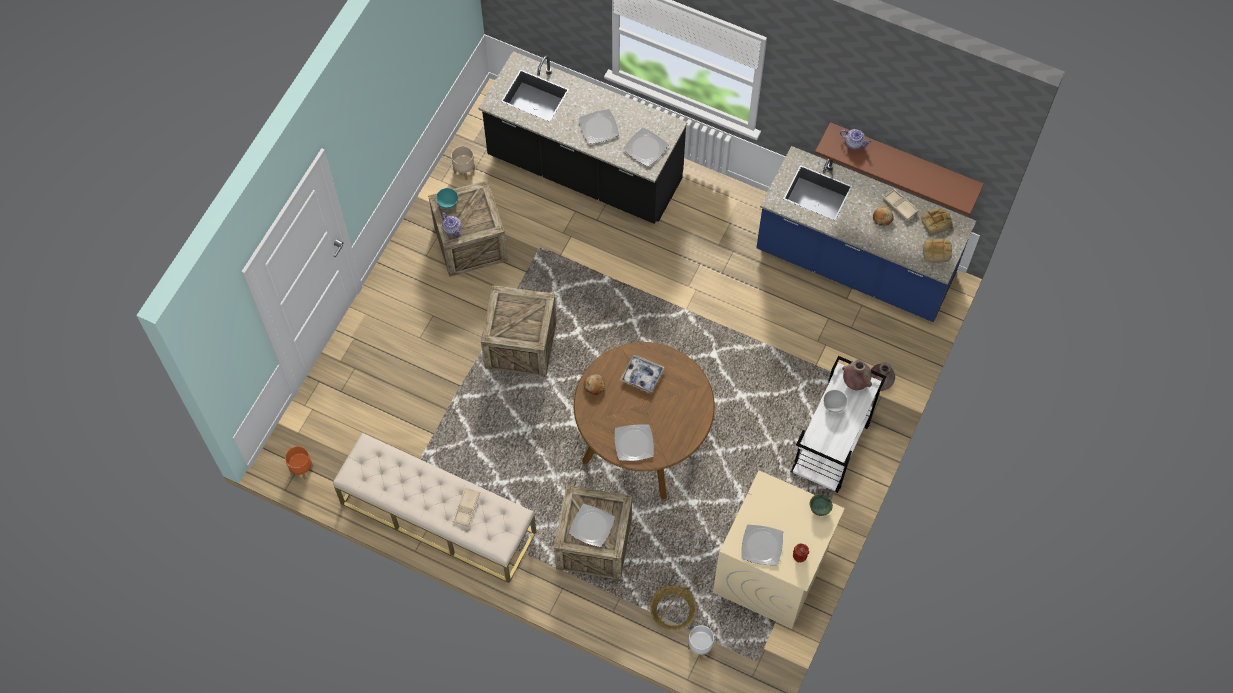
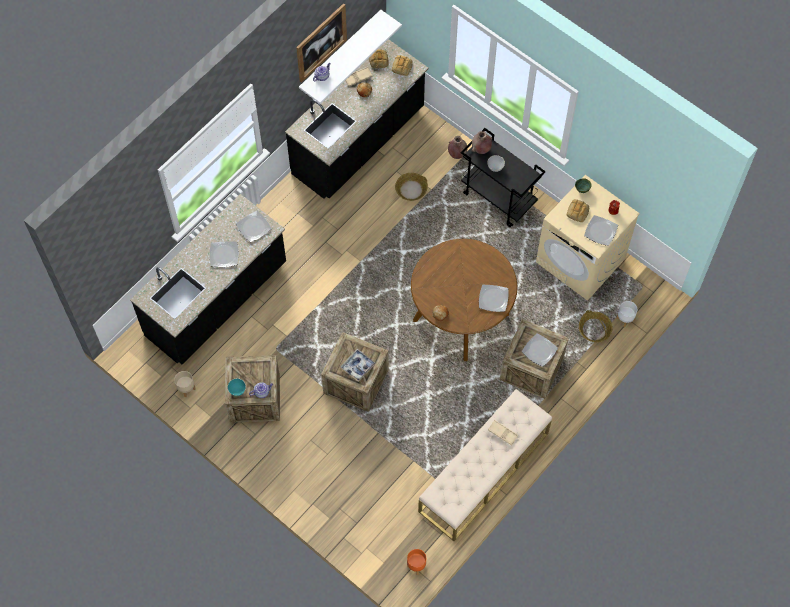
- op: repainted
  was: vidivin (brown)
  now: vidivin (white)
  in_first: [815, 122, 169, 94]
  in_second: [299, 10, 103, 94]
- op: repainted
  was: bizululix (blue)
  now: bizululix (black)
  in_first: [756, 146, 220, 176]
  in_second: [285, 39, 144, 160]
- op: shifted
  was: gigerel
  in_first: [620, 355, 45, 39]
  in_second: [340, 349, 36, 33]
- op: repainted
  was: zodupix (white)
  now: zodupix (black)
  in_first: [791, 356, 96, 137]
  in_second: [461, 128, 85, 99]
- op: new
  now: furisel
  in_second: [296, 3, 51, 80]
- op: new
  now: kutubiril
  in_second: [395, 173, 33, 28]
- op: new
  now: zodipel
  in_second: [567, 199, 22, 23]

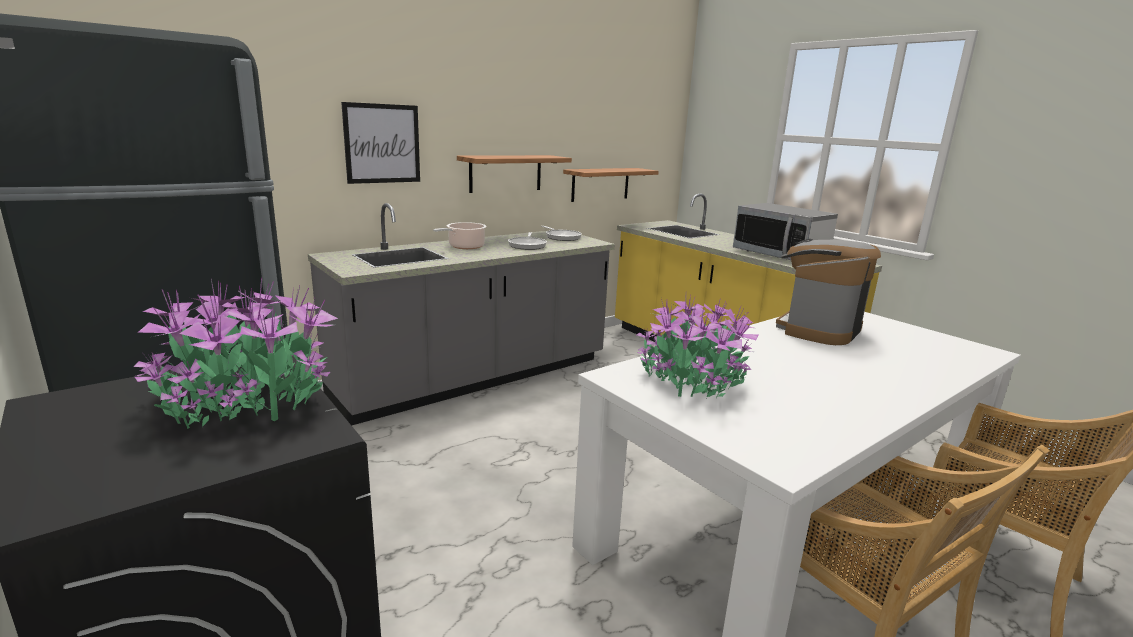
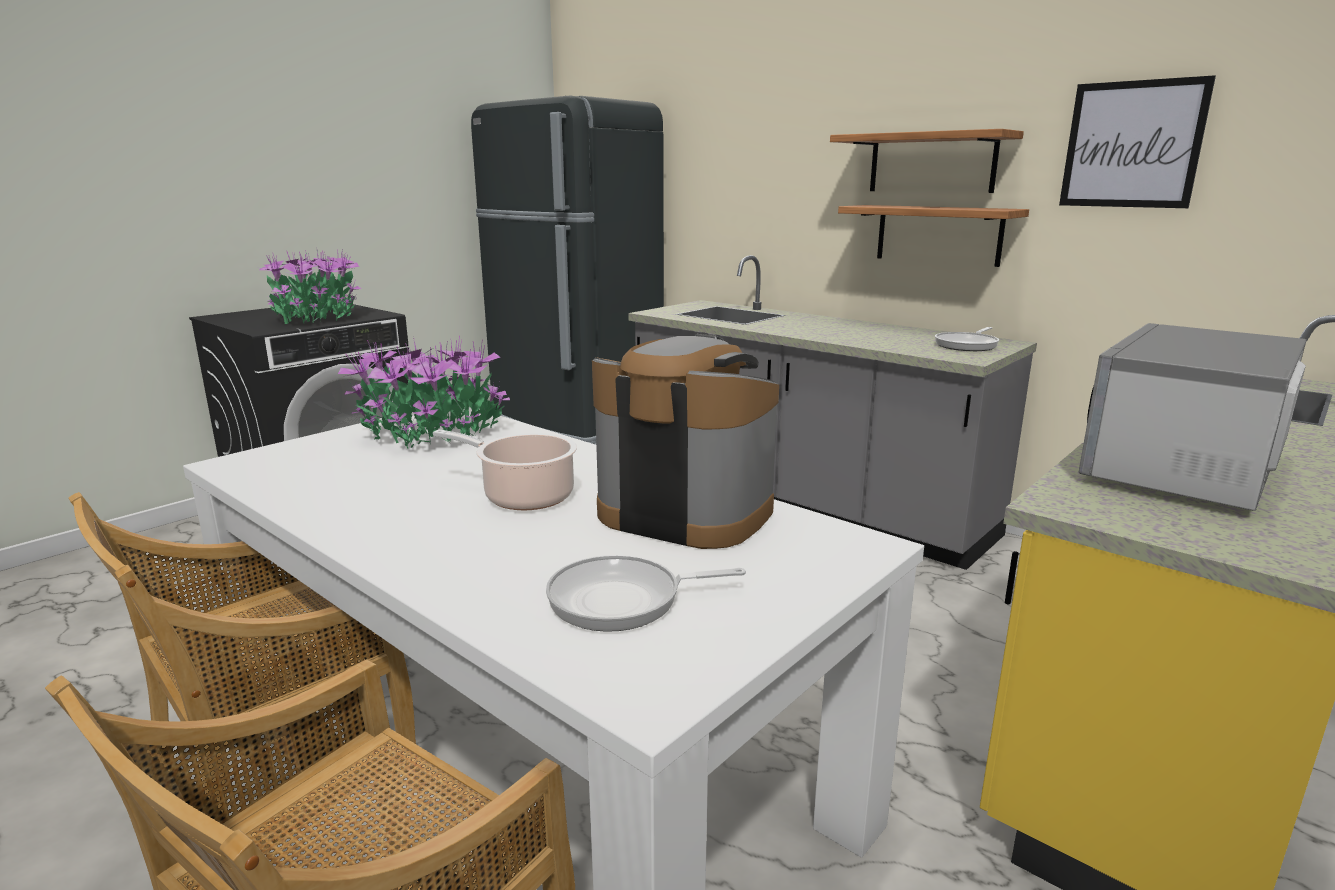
- op: shifted
  was: furisel
  in_first: [341, 102, 79, 82]
  in_second: [1059, 75, 157, 133]
- op: shifted
  was: vidivin
  in_first: [563, 168, 96, 34]
  in_second: [830, 129, 194, 64]
- op: shifted
  was: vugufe
  in_first: [433, 222, 54, 27]
  in_second: [433, 430, 144, 80]
- op: shifted
  was: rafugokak
  in_first: [508, 232, 39, 18]
  in_second: [546, 555, 200, 77]

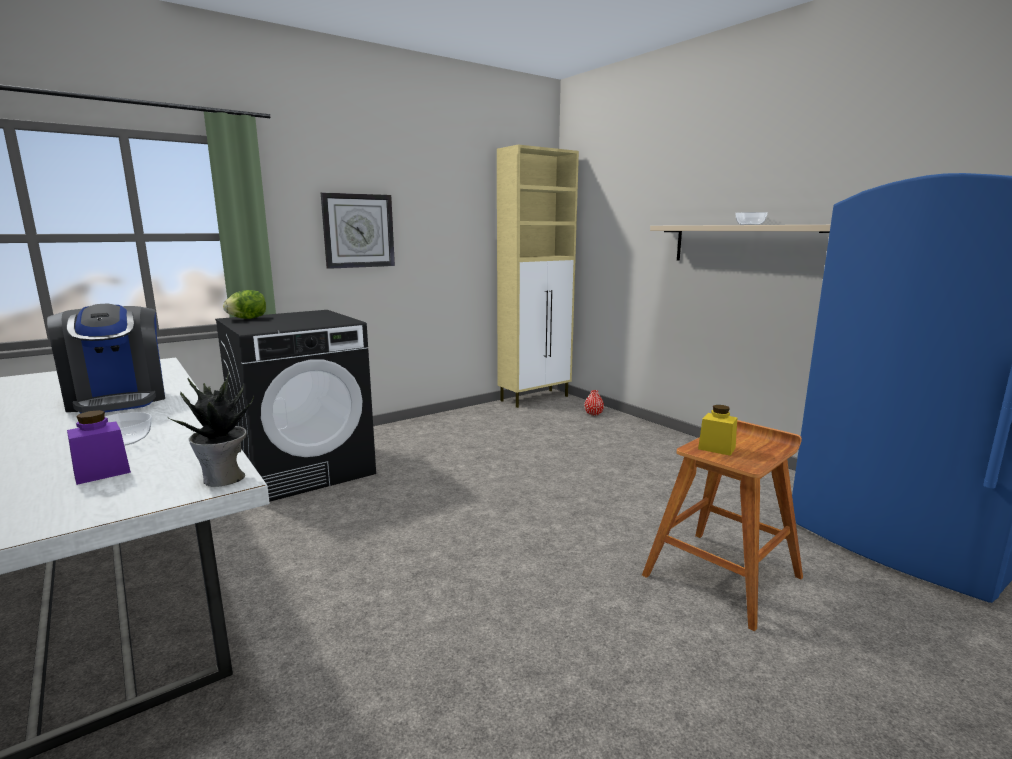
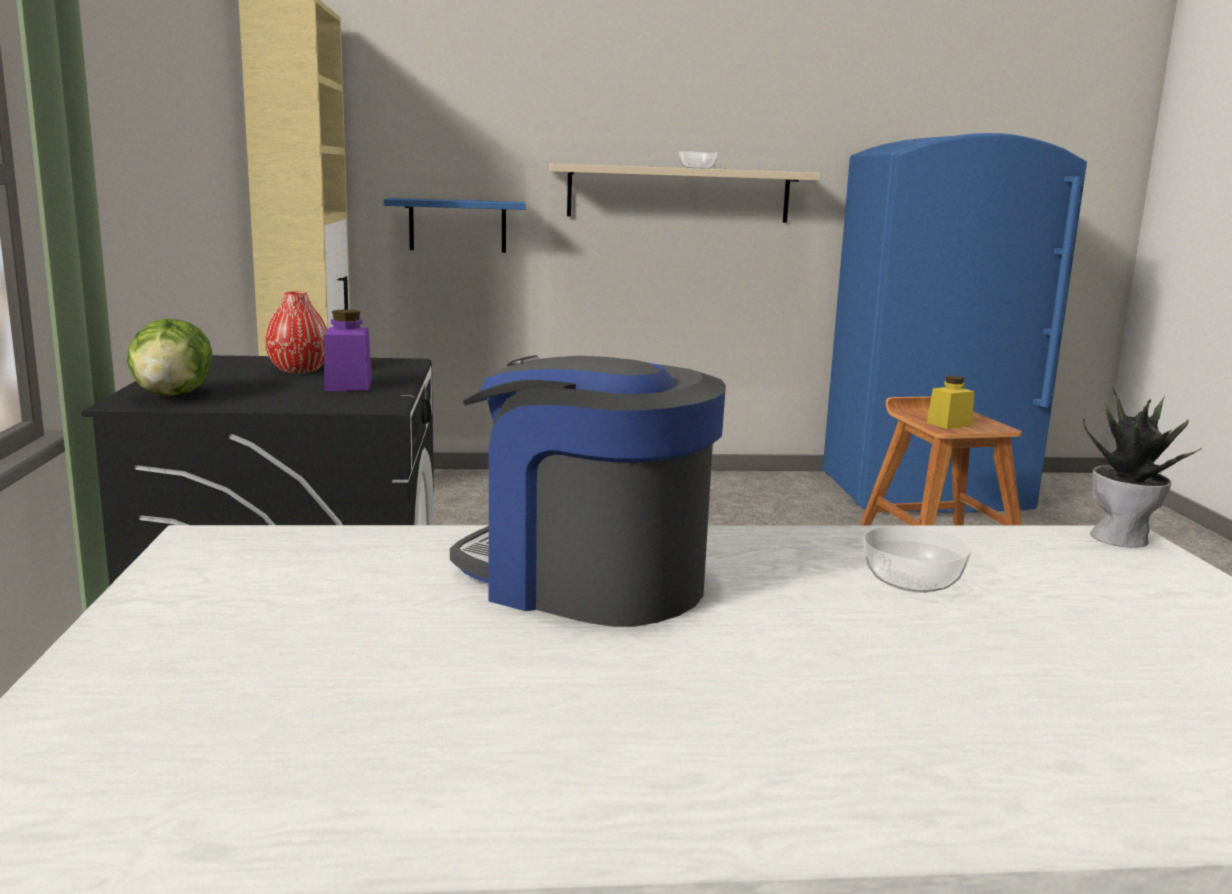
- op: gone
  was: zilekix
  in_first: [321, 192, 74, 77]
- op: rotated
  was: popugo
  in_first: [47, 304, 118, 109]
  in_second: [450, 355, 276, 272]
  clockwise: -150
- op: shifted
  was: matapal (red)
  in_first: [584, 390, 20, 26]
  in_second: [265, 291, 63, 82]
- op: shifted
  was: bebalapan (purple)
  in_first: [67, 410, 64, 75]
  in_second: [324, 309, 48, 82]
- op: new
  now: vidivin (blue)
  in_second: [384, 198, 142, 55]

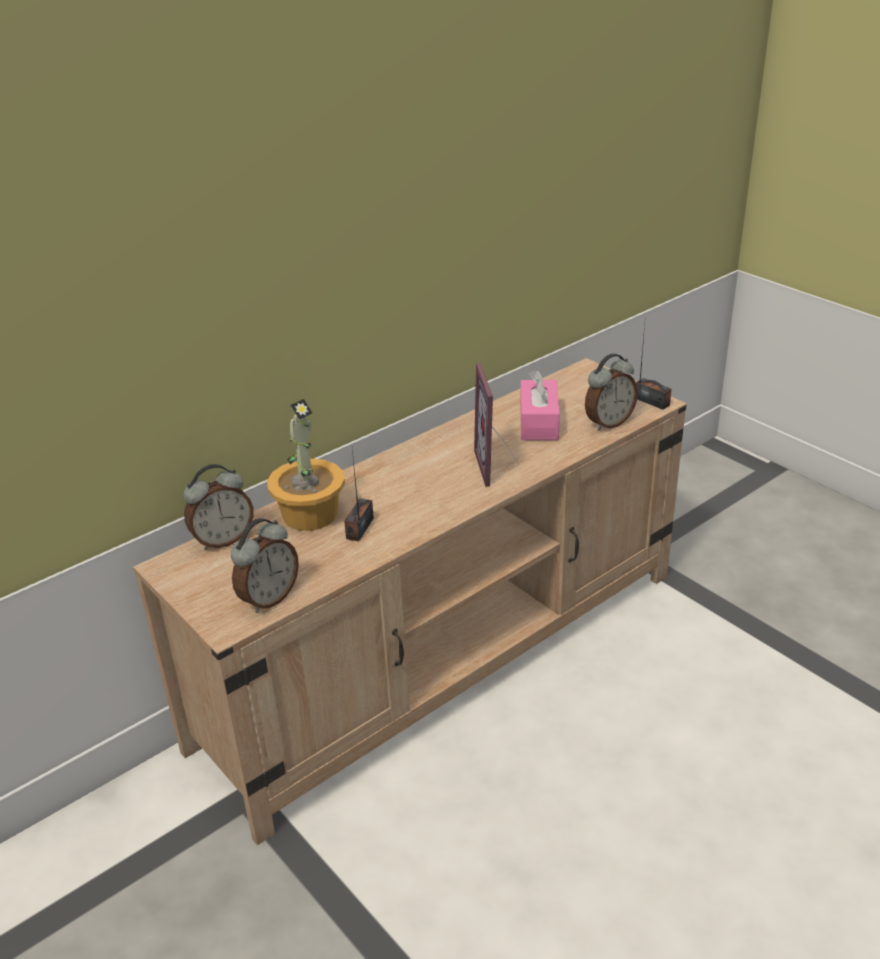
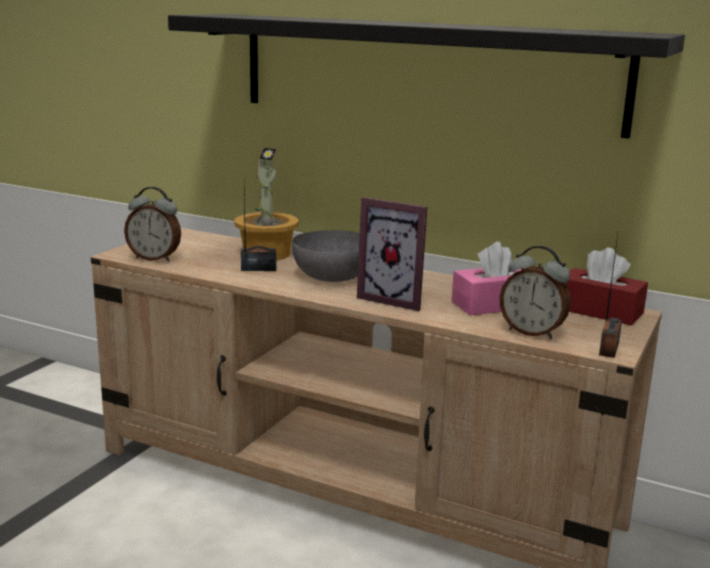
- op: rotated
  was: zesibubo
  in_first: [474, 364, 45, 122]
  in_second: [357, 197, 70, 114]
  clockwise: -120
- op: gone
  was: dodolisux
  in_first: [183, 464, 71, 86]
- op: new
  now: vidivin (black)
  in_second: [168, 14, 517, 125]
- op: new
  now: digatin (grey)
  in_second: [292, 230, 68, 52]
- op: new
  now: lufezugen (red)
  in_second: [566, 247, 82, 78]

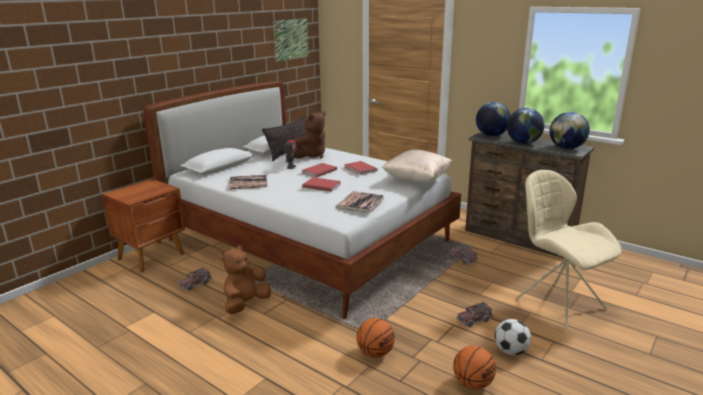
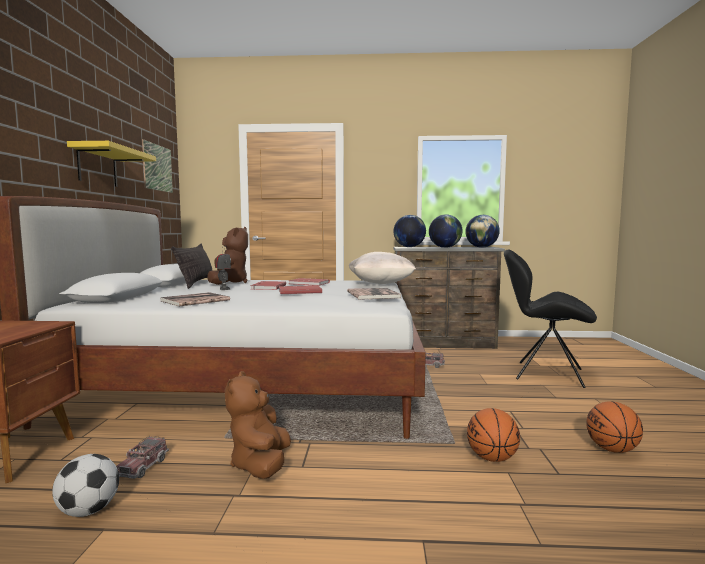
- op: repainted
  was: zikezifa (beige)
  now: zikezifa (black)
  in_first: [516, 170, 106, 159]
  in_second: [504, 250, 93, 138]
- op: gone
  was: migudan
  in_first: [457, 302, 36, 25]
- op: shifted
  was: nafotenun
  in_first: [495, 319, 36, 36]
  in_second: [52, 454, 67, 63]
- op: new
  now: vidivin (yellow)
  in_second: [67, 141, 89, 46]

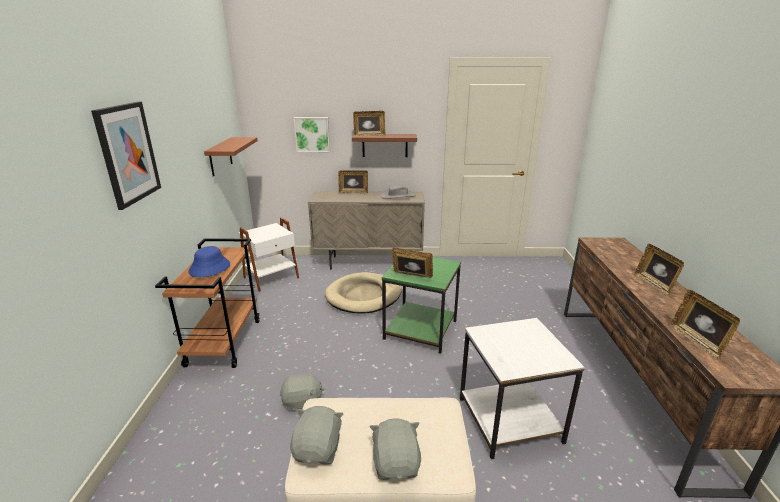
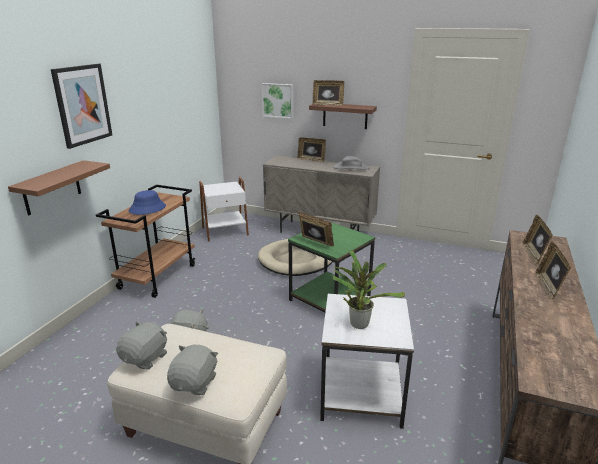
- op: shifted
  was: vidivin (brown)
  in_first: [204, 137, 54, 39]
  in_second: [8, 160, 102, 56]
- op: shifted
  was: zesibubo
  in_first: [670, 290, 70, 70]
  in_second: [522, 215, 31, 49]
- op: new
  now: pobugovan
  in_second: [333, 250, 72, 79]

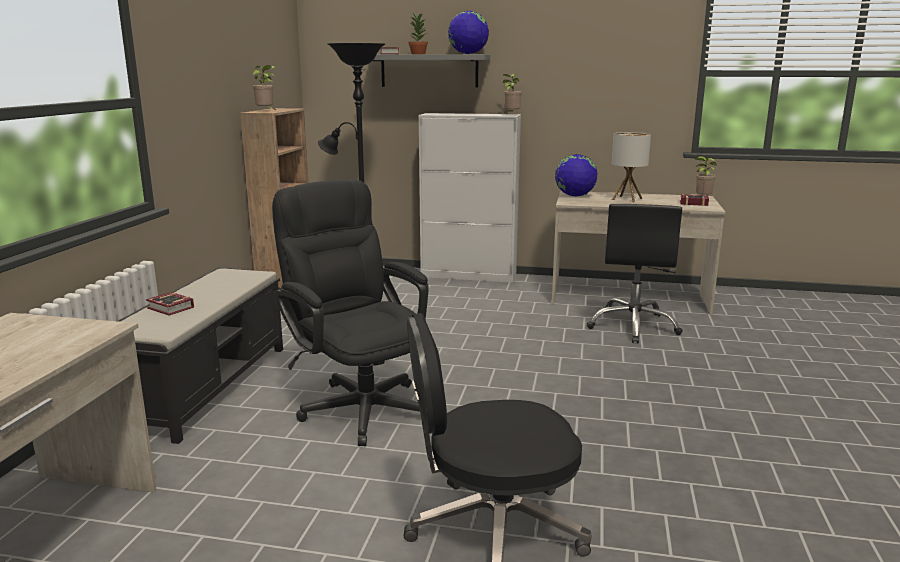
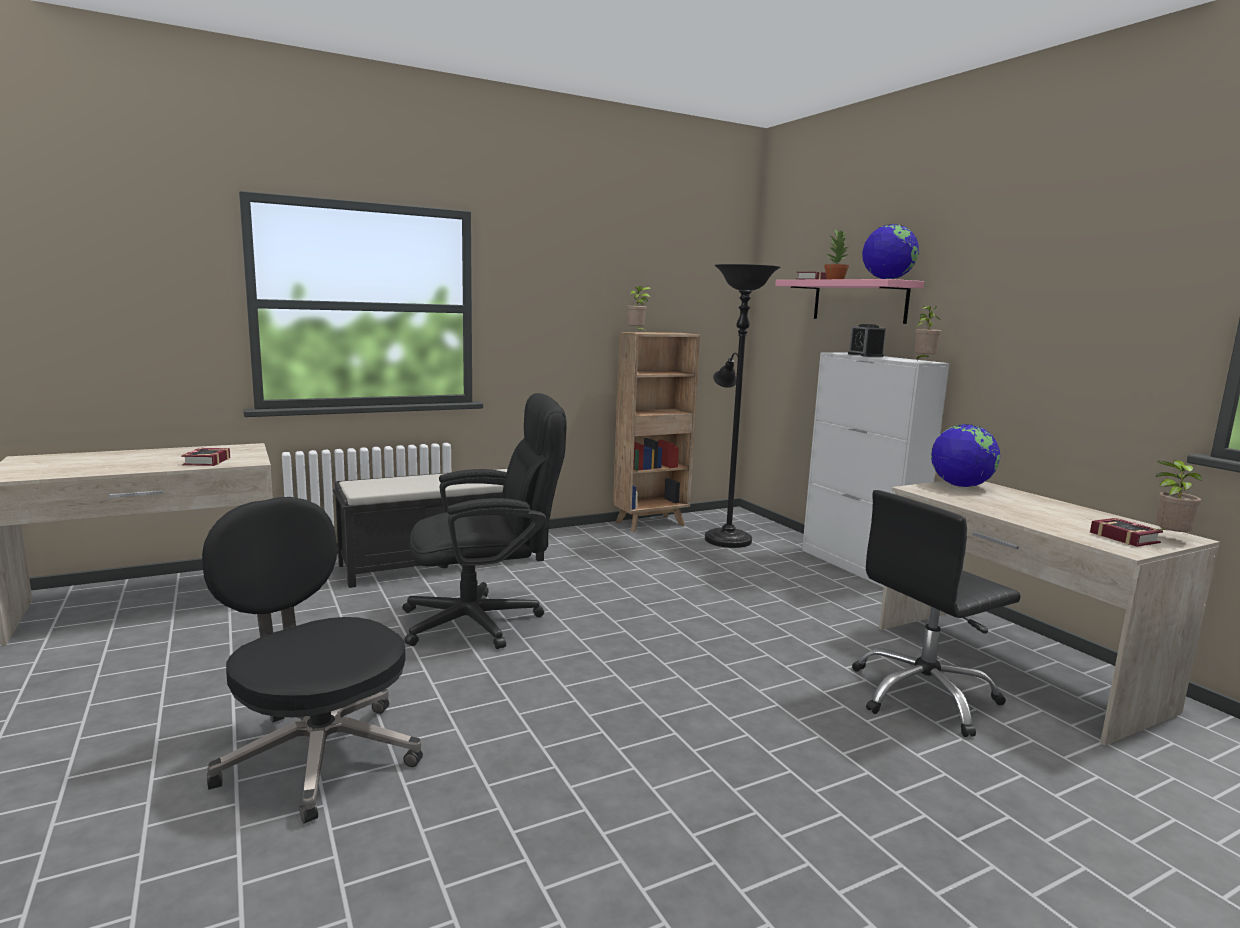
- op: repainted
  was: vidivin (grey)
  now: vidivin (pink)
  in_first: [373, 54, 117, 34]
  in_second: [775, 279, 149, 45]
- op: gone
  was: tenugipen
  in_first: [612, 132, 39, 70]
- op: rotated
  was: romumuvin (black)
  in_first: [272, 180, 157, 266]
  in_second: [402, 393, 165, 256]
  clockwise: 60
- op: shifted
  was: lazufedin
  in_first: [146, 292, 48, 24]
  in_second: [181, 448, 49, 18]
- op: new
  now: dodolisux
  in_second: [848, 324, 38, 33]

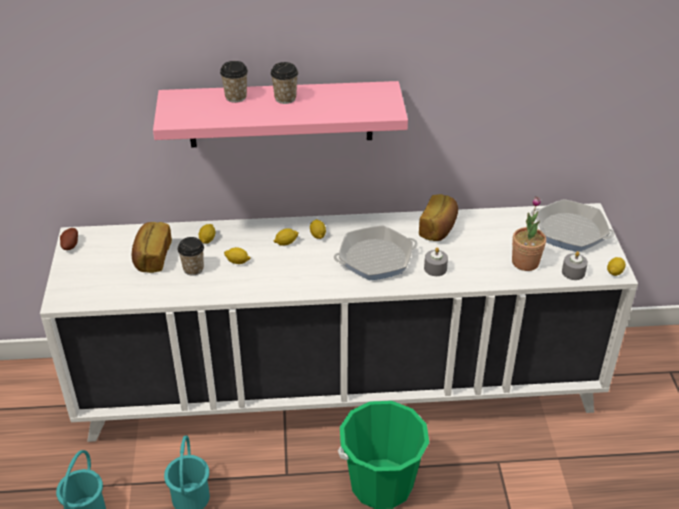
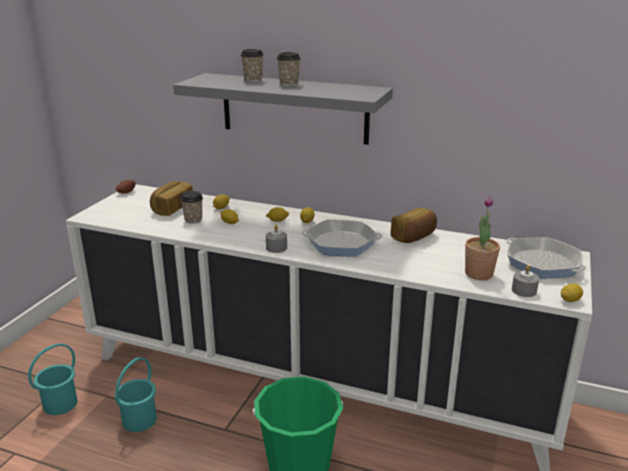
- op: repainted
  was: vidivin (pink)
  now: vidivin (grey)
  in_first: [153, 81, 255, 66]
  in_second: [173, 73, 220, 72]
- op: shifted
  was: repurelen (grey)
  in_first: [424, 247, 24, 29]
  in_second: [266, 225, 21, 28]

